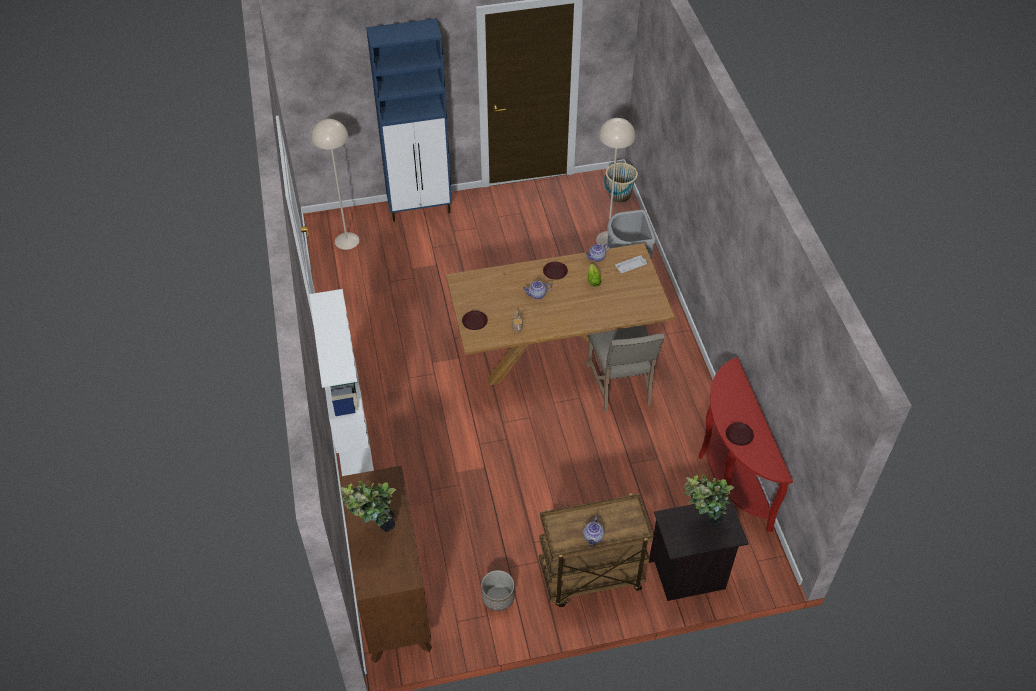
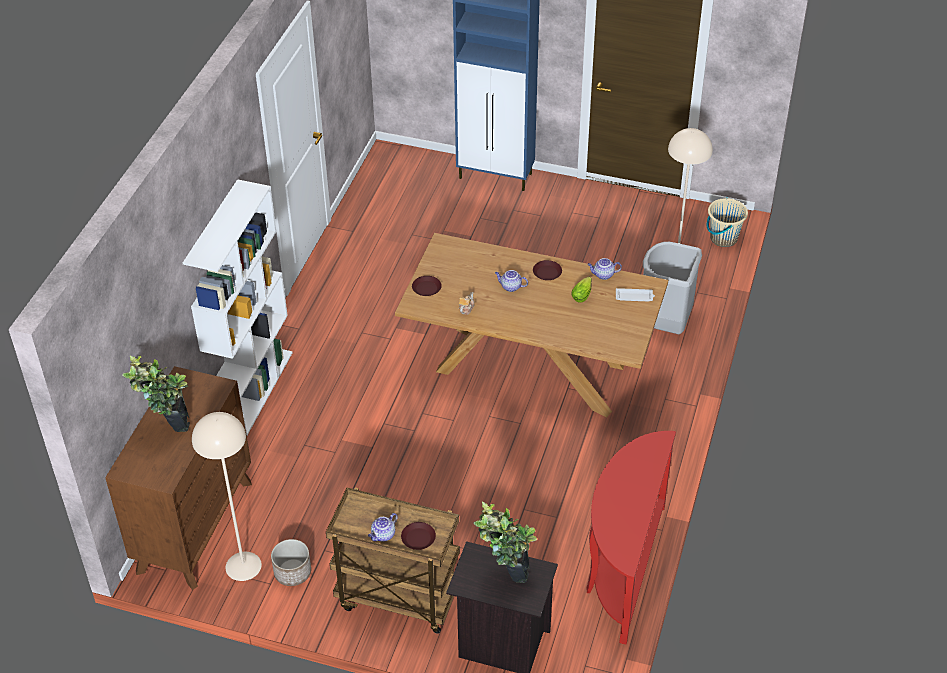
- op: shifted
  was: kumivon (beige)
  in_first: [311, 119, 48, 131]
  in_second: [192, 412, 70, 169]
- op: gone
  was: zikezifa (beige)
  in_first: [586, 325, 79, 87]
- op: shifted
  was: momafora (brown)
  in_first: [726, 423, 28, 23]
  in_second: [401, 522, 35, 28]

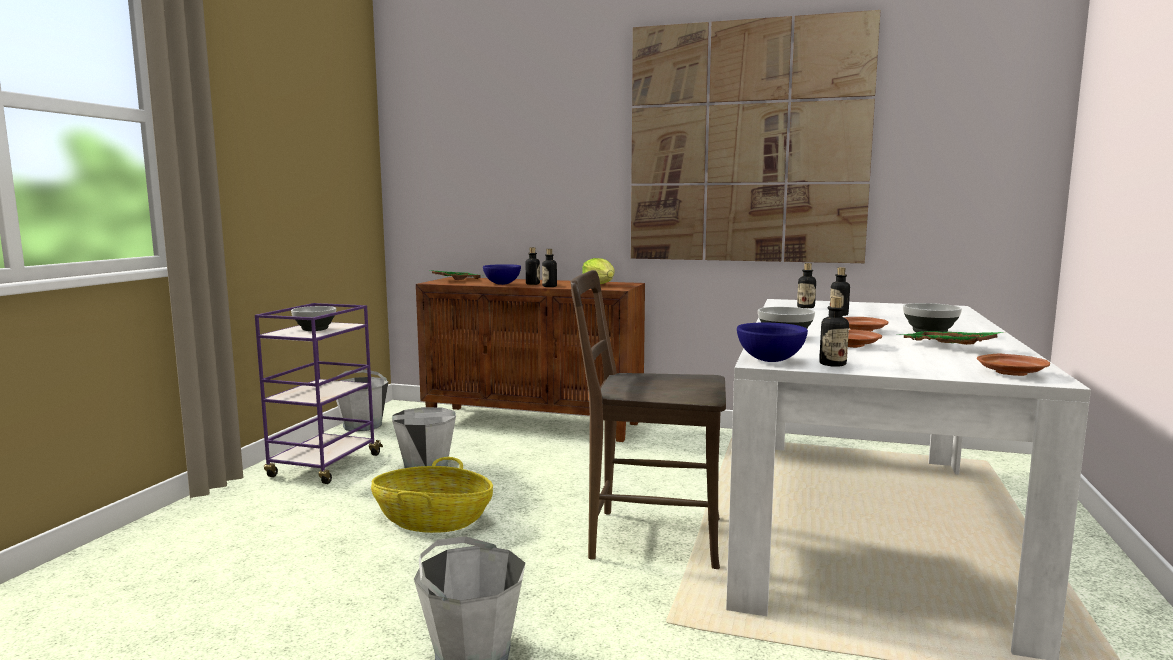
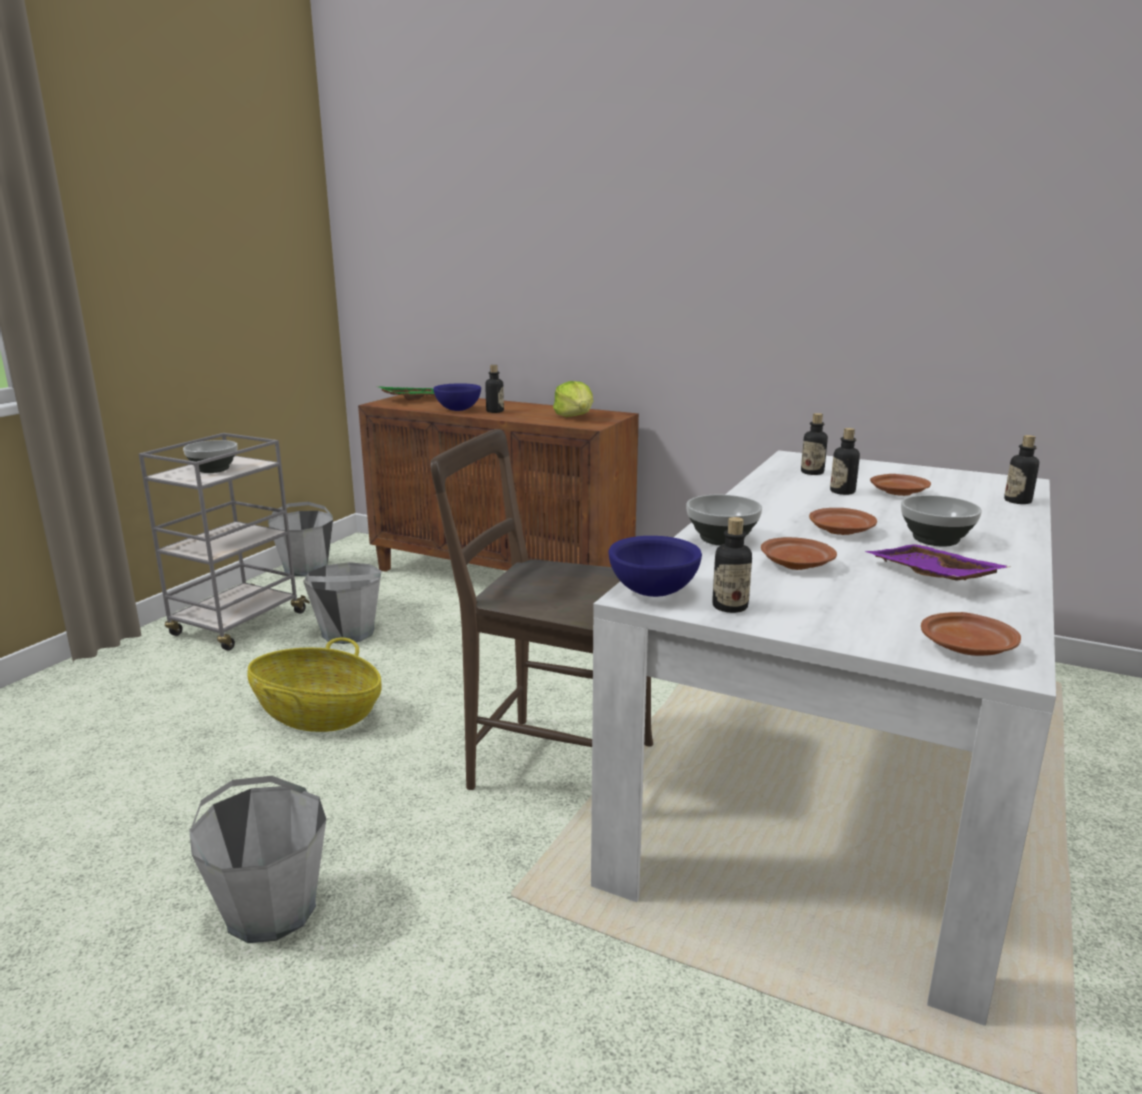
- op: gone
  was: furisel
  in_first: [631, 10, 250, 253]
- op: shifted
  was: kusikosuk
  in_first: [542, 249, 15, 38]
  in_second: [1004, 435, 35, 69]
- op: repainted
  was: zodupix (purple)
  now: zodupix (grey)
  in_first: [255, 303, 128, 181]
  in_second: [139, 433, 171, 217]
- op: repainted
  was: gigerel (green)
  now: gigerel (purple)
  in_first: [897, 331, 108, 14]
  in_second: [864, 544, 146, 37]
- op: new
  now: momafora (brown)
  in_second: [870, 474, 61, 22]

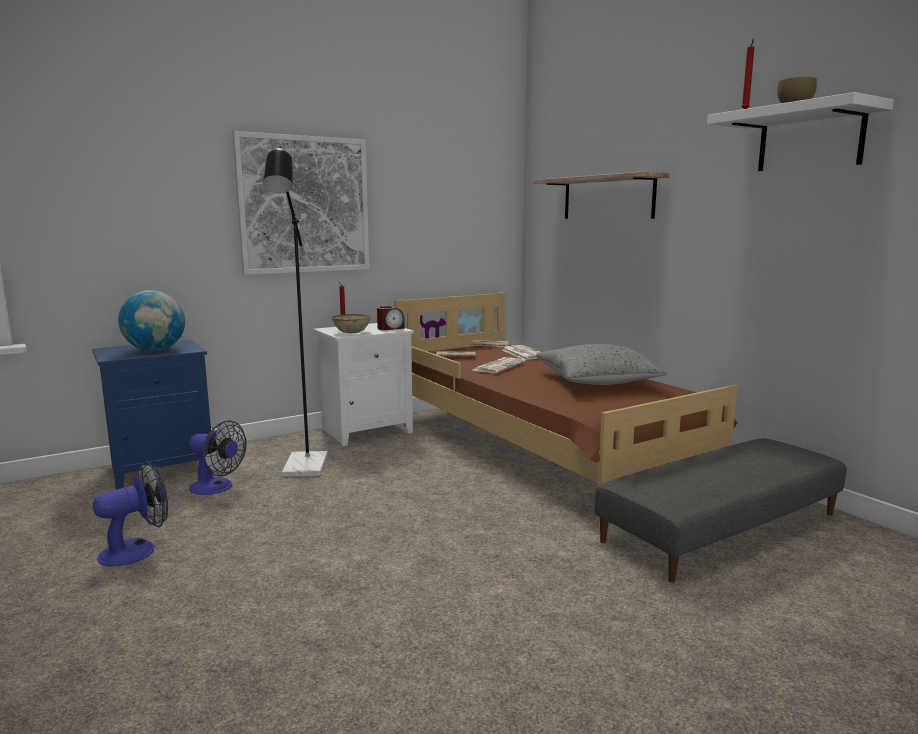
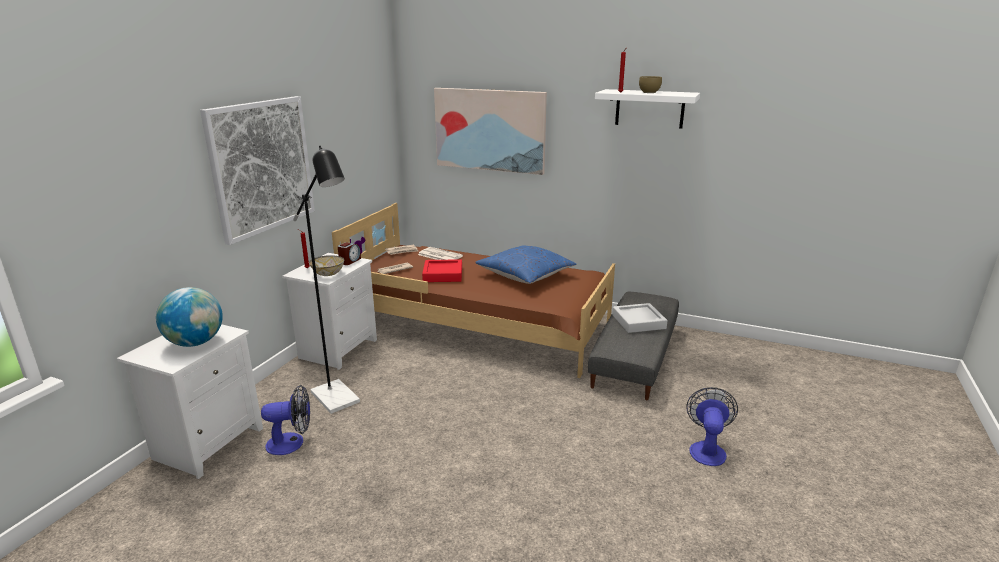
- op: swapped
  was: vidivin
  now: furisel
  in_first: [533, 171, 137, 48]
  in_second: [434, 88, 113, 87]
- op: repainted
  was: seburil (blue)
  now: seburil (white)
  in_first: [92, 340, 120, 149]
  in_second: [117, 324, 146, 155]
- op: repainted
  was: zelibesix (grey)
  now: zelibesix (blue)
  in_first: [536, 344, 132, 41]
  in_second: [475, 245, 101, 39]
- op: swapped
  was: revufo
  now: gigerel (red)
  in_first: [473, 357, 52, 16]
  in_second: [422, 259, 40, 23]
- op: shifted
  was: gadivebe
  in_first: [93, 461, 75, 105]
  in_second: [687, 387, 51, 79]
- op: new
  now: gigerel (grey)
  in_second: [612, 303, 56, 30]

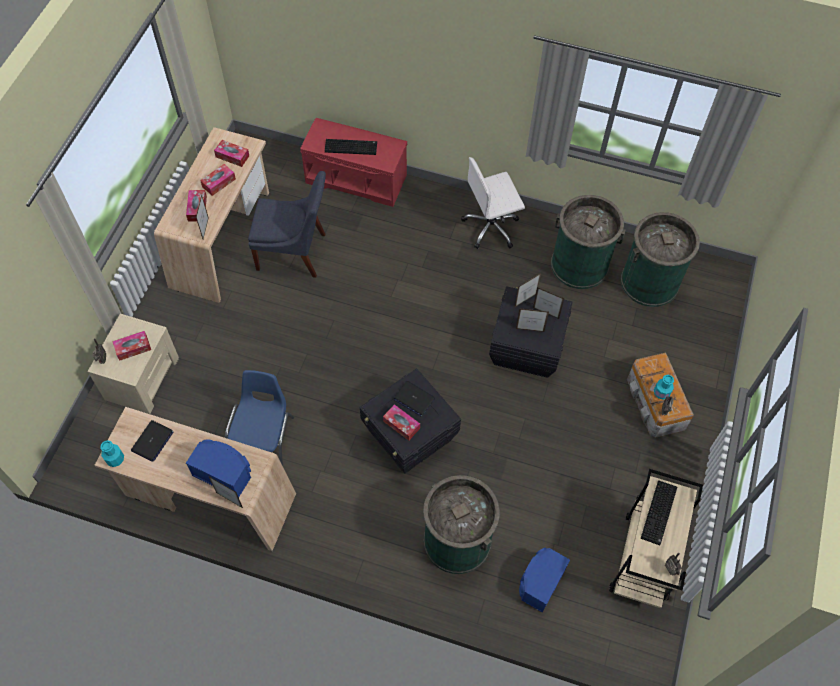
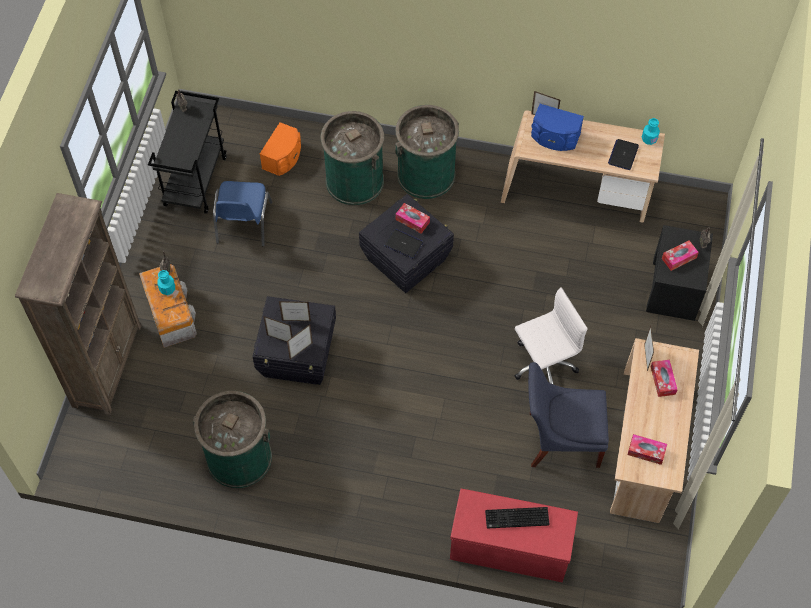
- op: shifted
  was: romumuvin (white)
  in_first: [461, 157, 64, 92]
  in_second: [515, 287, 72, 97]
- op: gone
  was: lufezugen
  in_first: [200, 164, 36, 32]
- op: shifted
  was: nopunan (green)
  in_first: [621, 212, 79, 95]
  in_second: [395, 105, 64, 94]
- op: repainted
  was: seburil (beige)
  now: seburil (black)
  in_first: [88, 314, 91, 100]
  in_second: [646, 225, 67, 96]
- op: shifted
  was: zikezifa (blue)
  in_first: [225, 370, 69, 96]
  in_second: [213, 181, 60, 65]
- op: repainted
  was: zodupix (beige)
  now: zodupix (black)
  in_first: [609, 469, 94, 139]
  in_second: [148, 91, 78, 123]
- op: gone
  was: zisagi
  in_first: [641, 480, 36, 65]
- op: repainted
  was: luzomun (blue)
  now: luzomun (orange)
  in_first: [519, 547, 51, 65]
  in_second: [260, 122, 41, 54]
- op: new
  now: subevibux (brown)
  in_second: [15, 193, 126, 222]

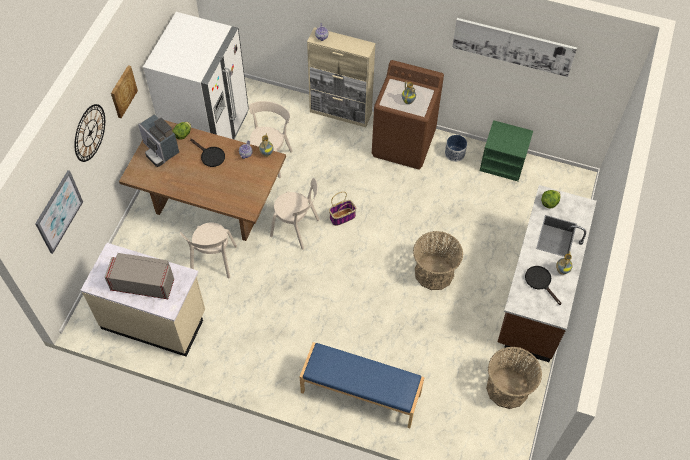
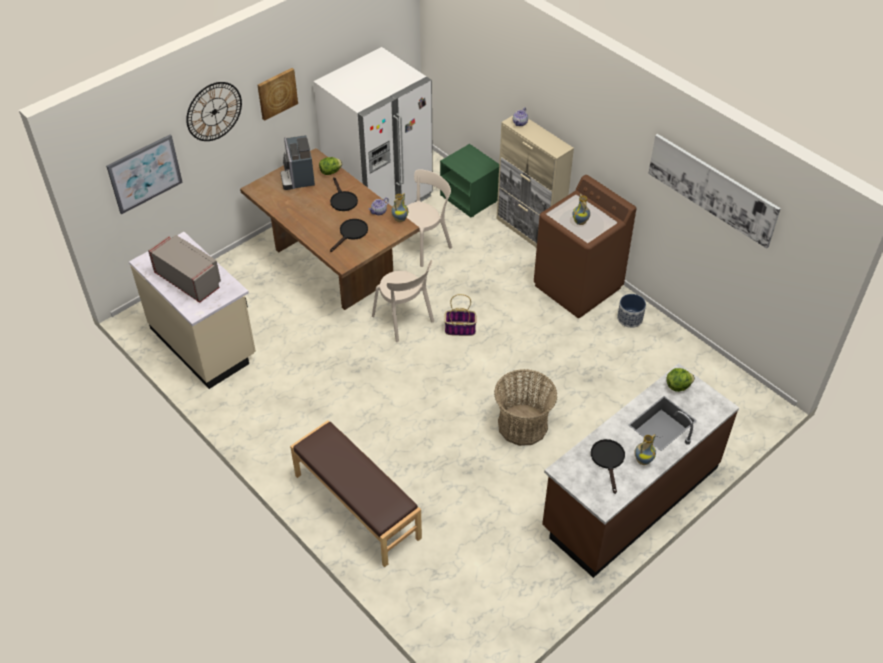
- op: shifted
  was: seburil (green)
  in_first: [479, 120, 54, 62]
  in_second: [440, 144, 59, 74]
- op: gone
  was: zikezifa (beige)
  in_first: [180, 222, 57, 56]
- op: repainted
  was: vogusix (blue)
  now: vogusix (brown)
  in_first: [299, 342, 126, 86]
  in_second: [290, 420, 132, 147]
- op: gone
  was: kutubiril
  in_first: [486, 347, 56, 62]
- op: new
  now: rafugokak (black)
  in_second: [330, 219, 38, 33]

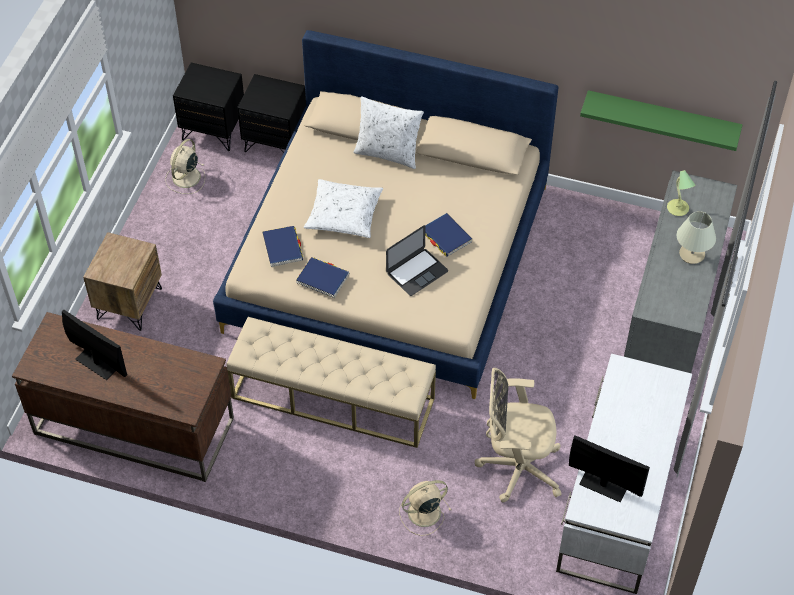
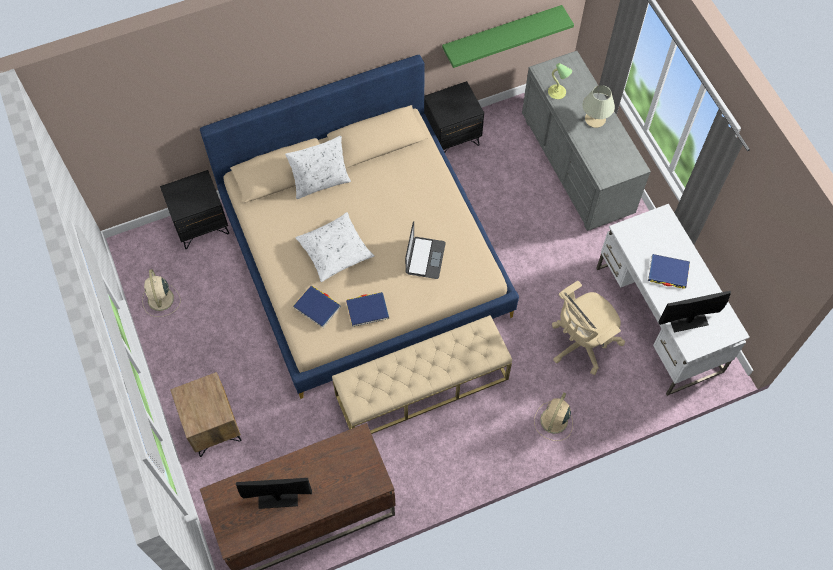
- op: shifted
  was: seburil (black)
  in_first: [173, 63, 71, 88]
  in_second: [424, 81, 60, 72]
- op: shifted
  was: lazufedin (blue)
  in_first: [425, 213, 47, 44]
  in_second: [648, 254, 42, 35]

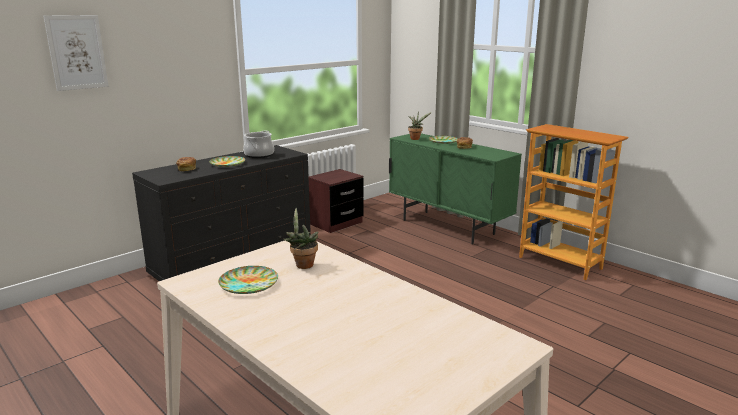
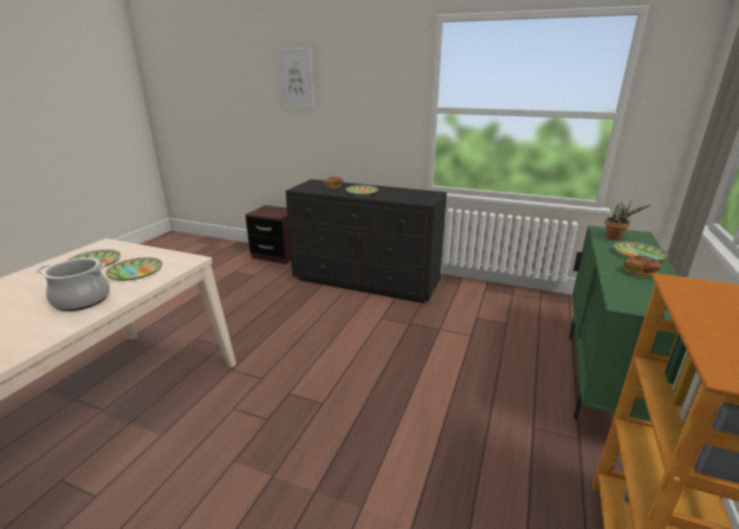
- op: shifted
  was: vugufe
  in_first: [243, 131, 31, 27]
  in_second: [36, 258, 74, 53]
- op: shifted
  was: seburil (brown)
  in_first: [309, 169, 55, 64]
  in_second: [245, 205, 46, 59]
- op: swapped
  was: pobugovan
  now: momafora
  in_first: [283, 208, 36, 61]
  in_second: [106, 257, 56, 24]

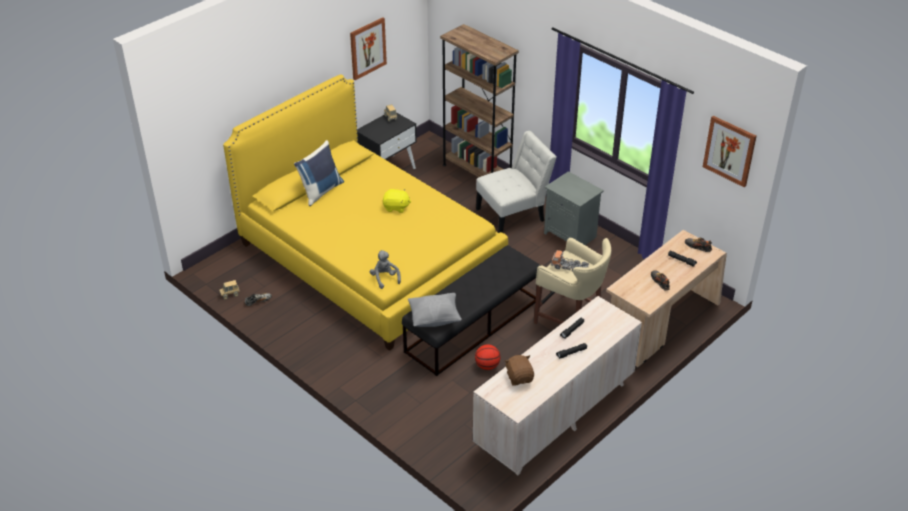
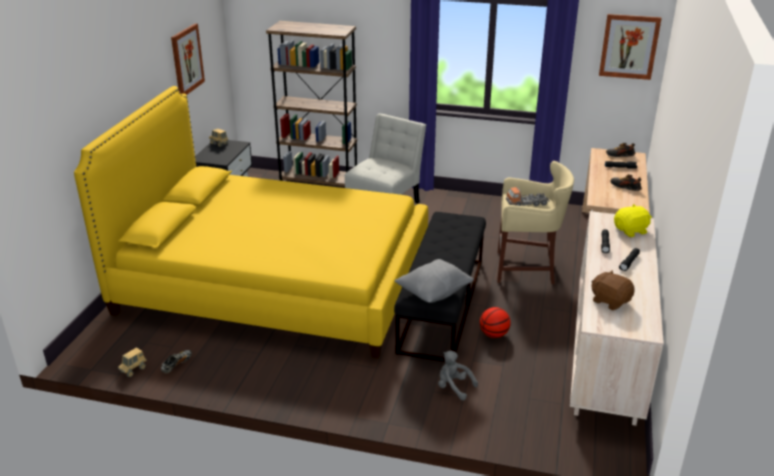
- op: gone
  was: zelibesix (blue)
  in_first: [294, 140, 50, 66]
- op: gone
  was: seburil (grey)
  in_first: [544, 171, 60, 74]
- op: shifted
  was: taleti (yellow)
  in_first: [383, 189, 28, 24]
  in_second: [614, 204, 38, 33]
- op: shifted
  was: taleti (grey)
  in_first: [370, 250, 31, 39]
  in_second: [438, 351, 40, 49]

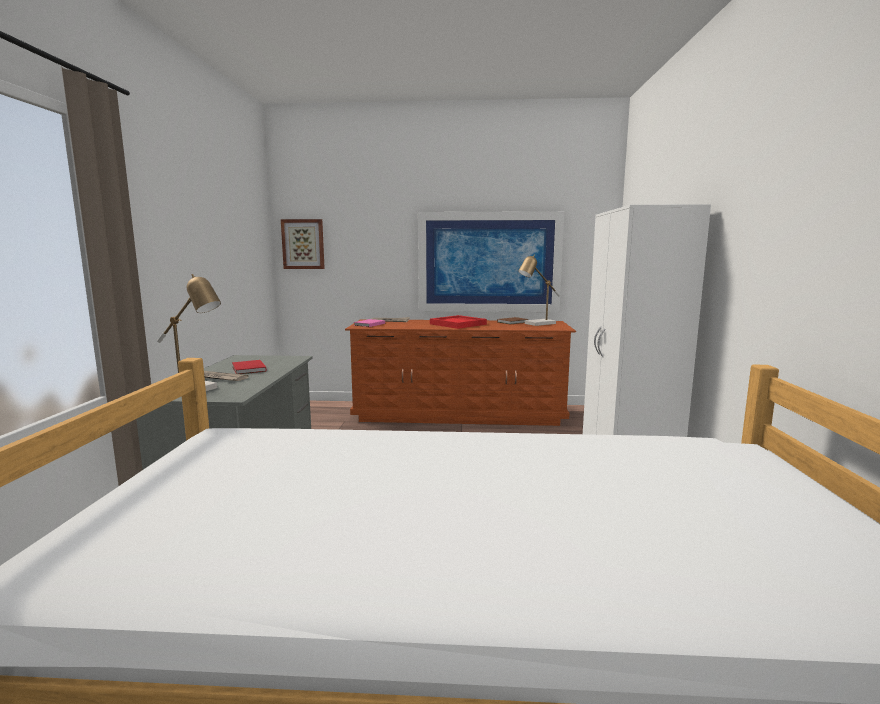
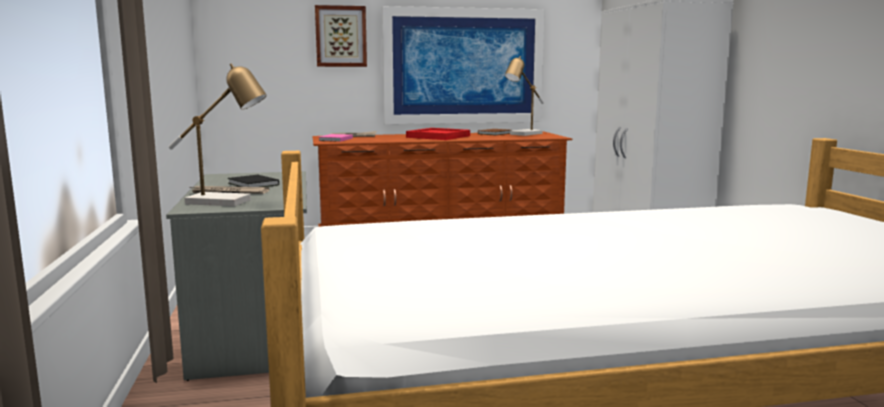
- op: shifted
  was: furisel
  in_first: [281, 219, 44, 50]
  in_second: [315, 5, 52, 62]
- op: repainted
  was: lazufedin (red)
  now: lazufedin (black)
  in_first: [232, 360, 35, 14]
  in_second: [228, 175, 51, 12]

